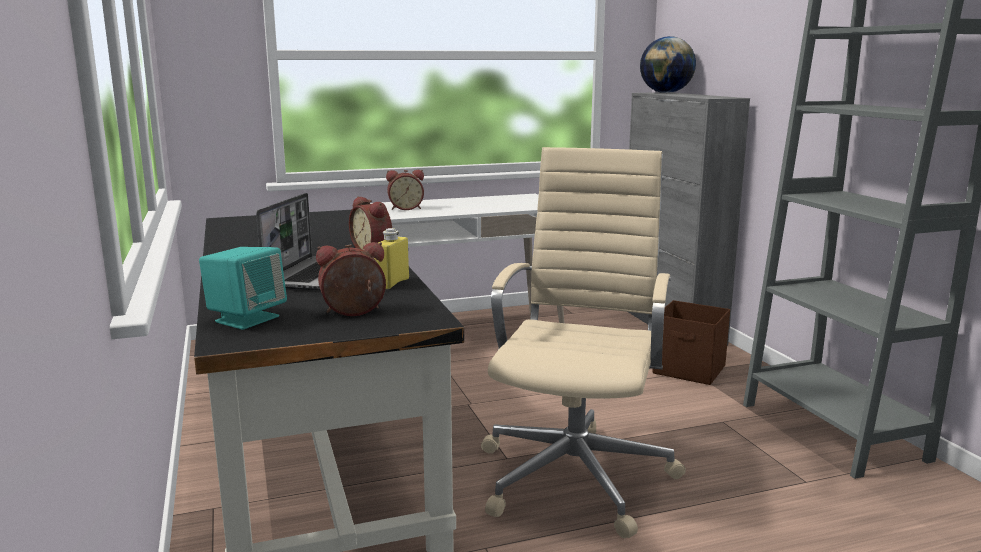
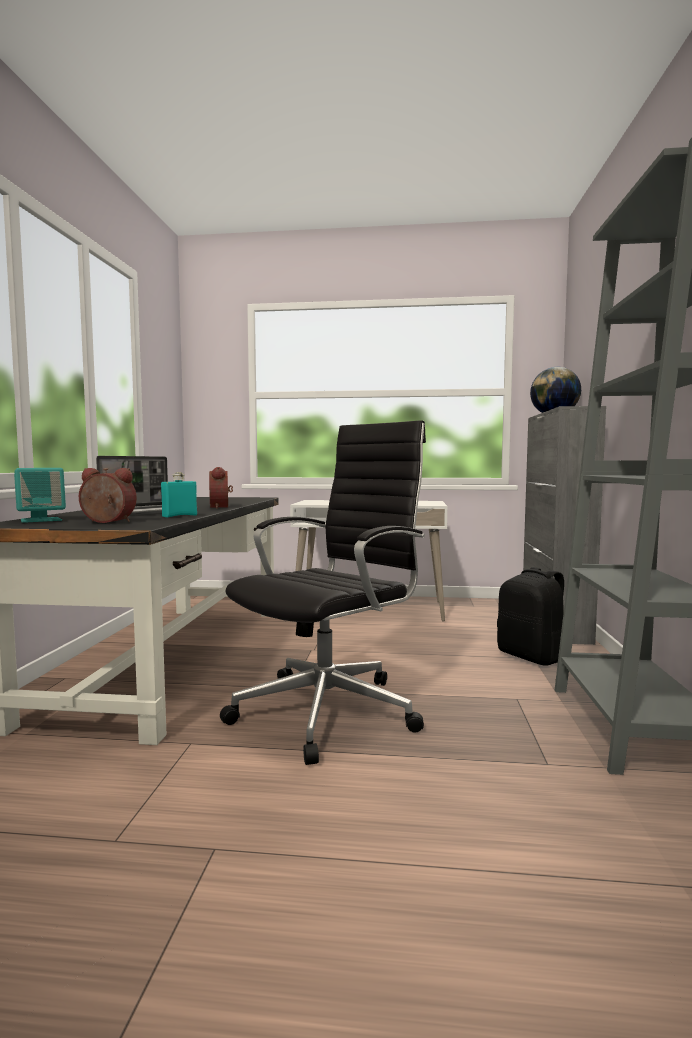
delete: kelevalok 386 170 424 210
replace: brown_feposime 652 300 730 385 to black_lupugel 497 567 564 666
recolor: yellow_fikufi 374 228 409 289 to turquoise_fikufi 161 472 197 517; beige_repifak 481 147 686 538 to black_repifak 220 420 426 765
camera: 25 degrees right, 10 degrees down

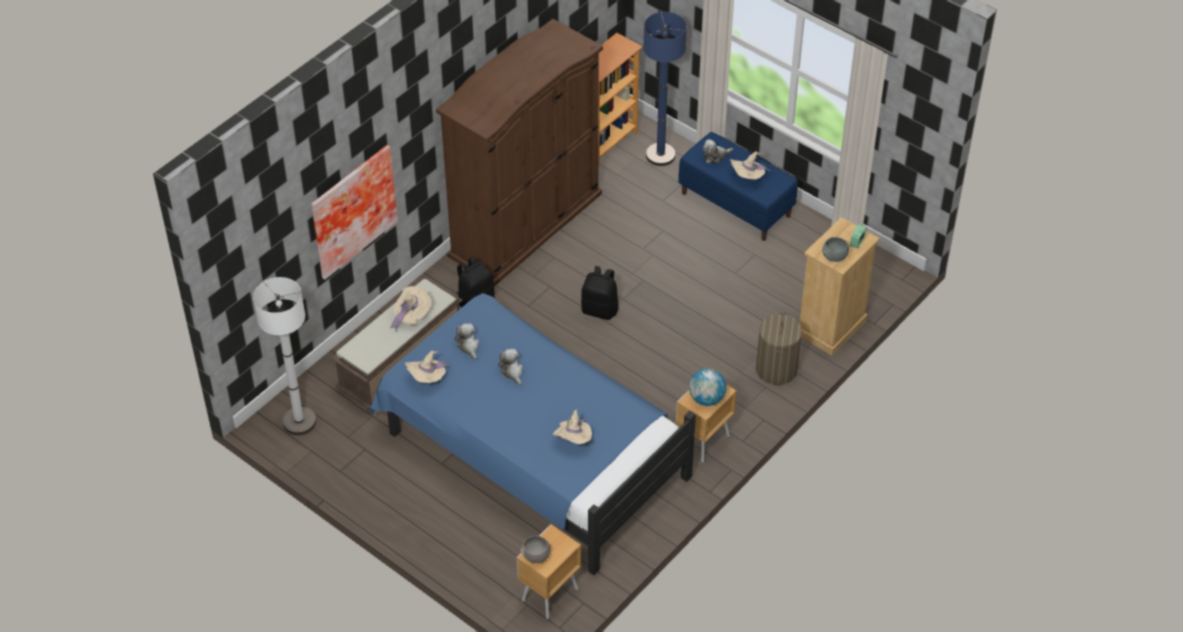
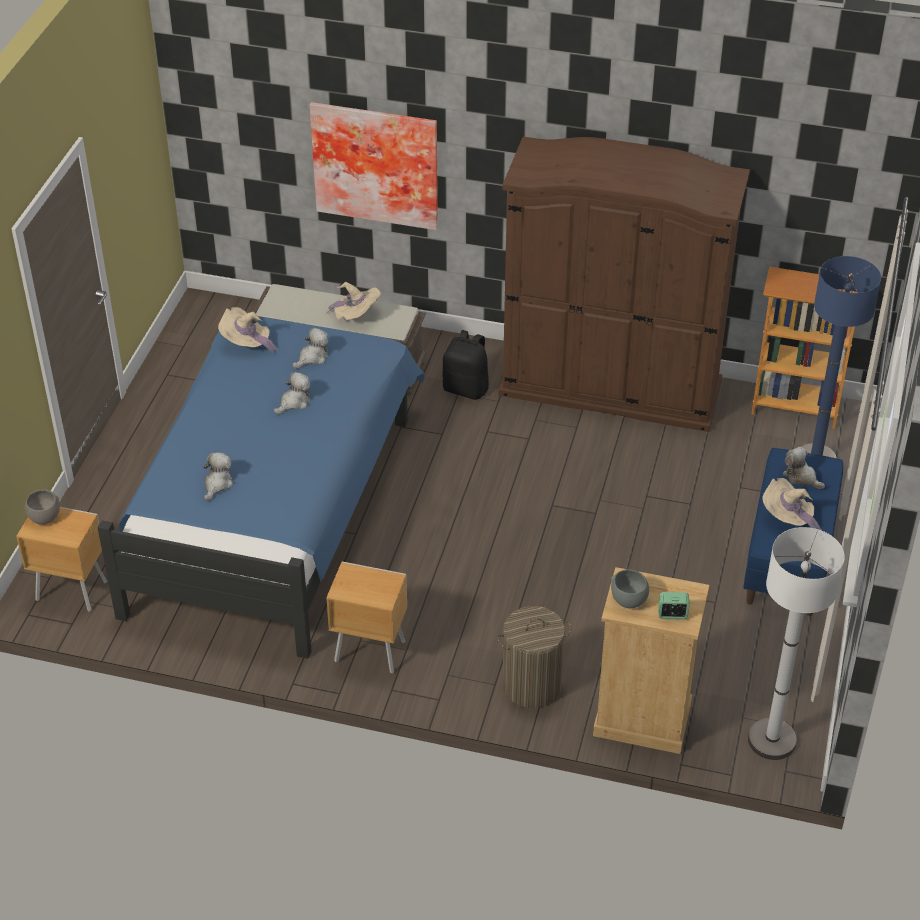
delete: black_lupugel 581 266 618 320; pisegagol 689 369 727 406
move: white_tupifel 253 277 316 435 to 748 527 845 760
replace: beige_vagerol 553 410 592 444 to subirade 203 452 233 501
camera: 65 degrees right, 5 degrees down

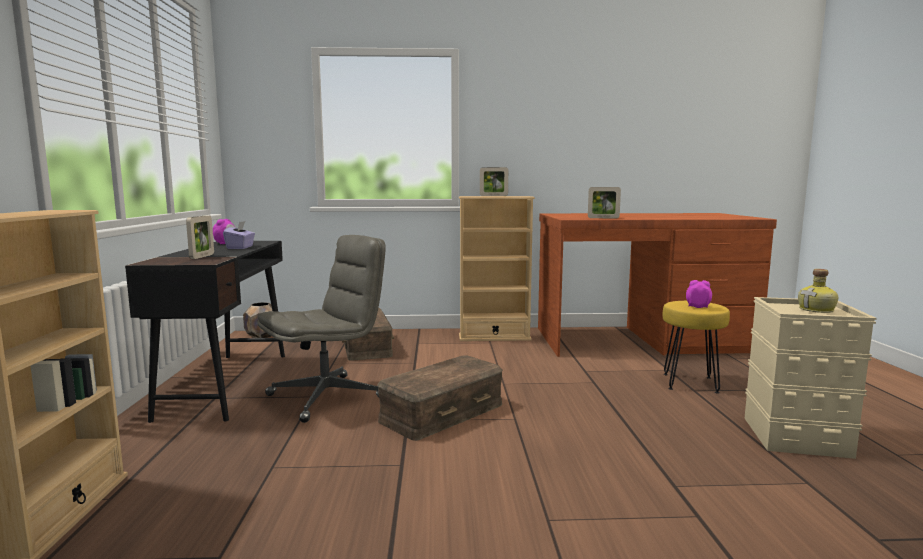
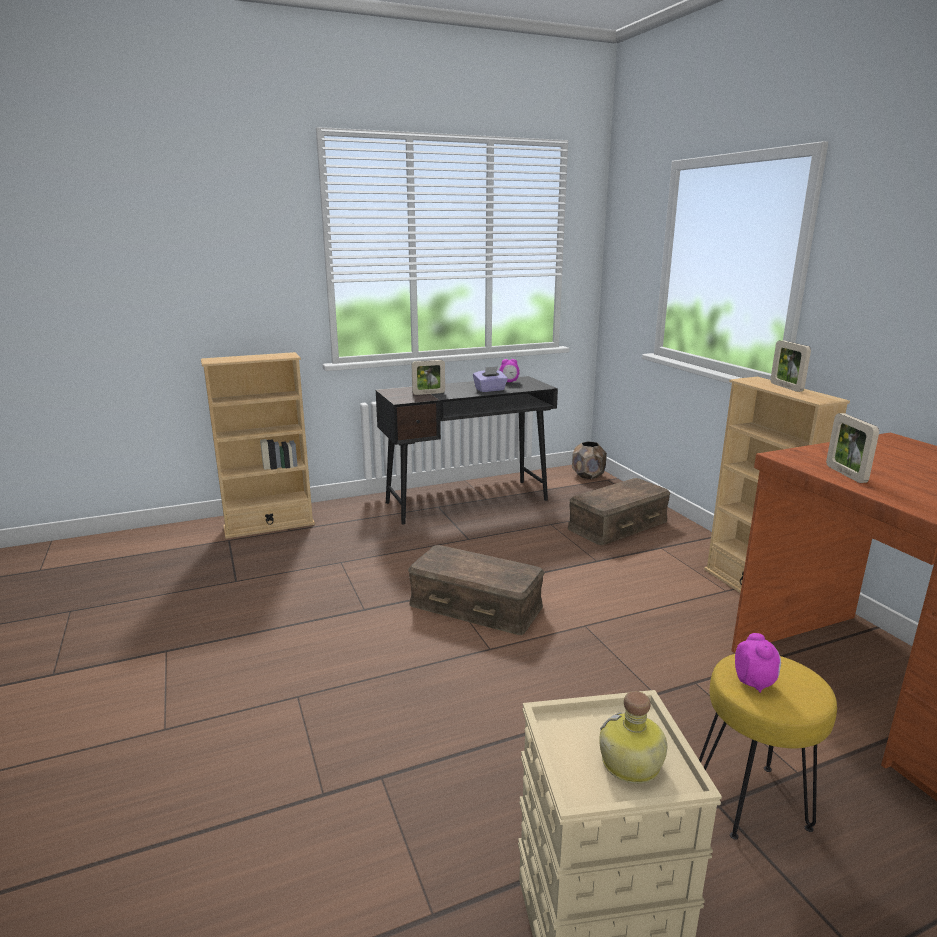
delete: grey_repifak 258 235 385 423
camera: 70 degrees right, 10 degrees up

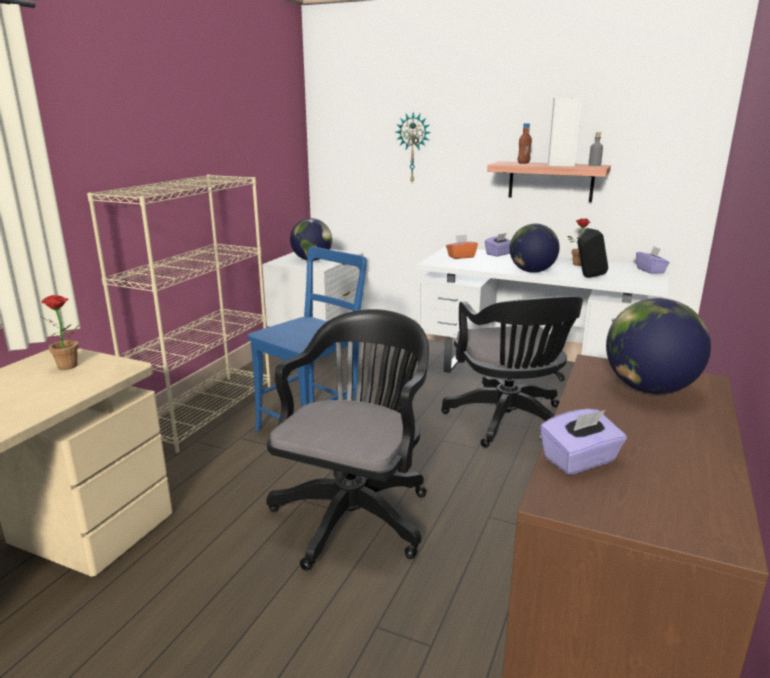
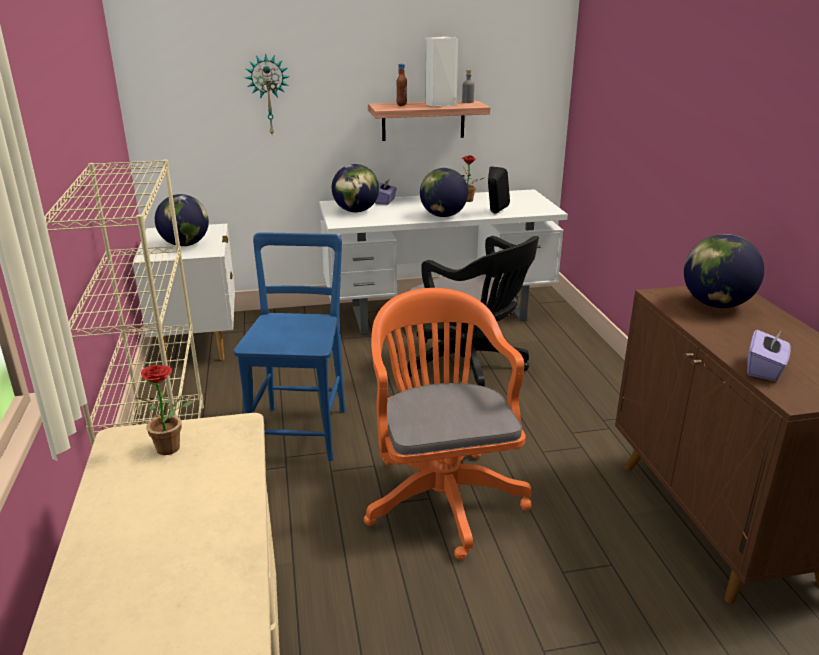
delete: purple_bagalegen 636 247 670 274
replace: orange_bagalegen 446 235 478 259 to pisegagol 332 164 379 212
recolor: black_repifak 266 309 429 571 to orange_repifak 364 288 532 560
camera: 35 degrees left, 5 degrees up

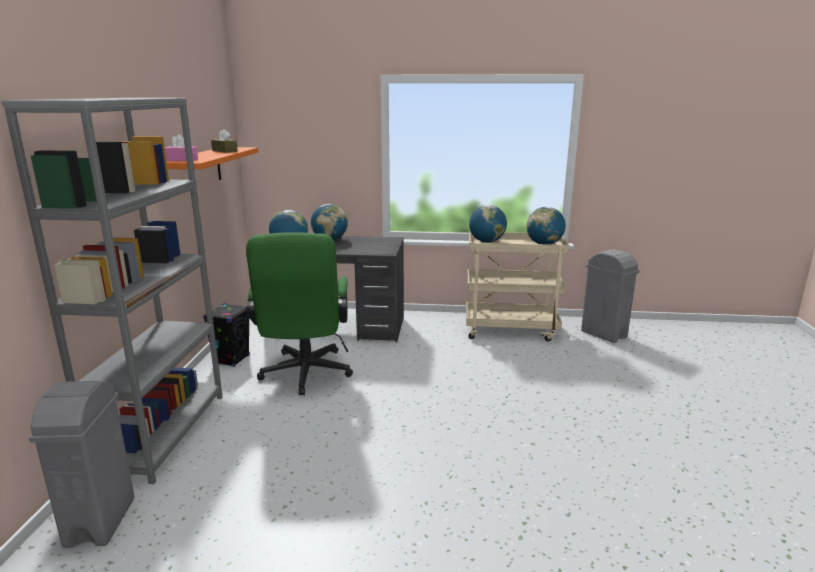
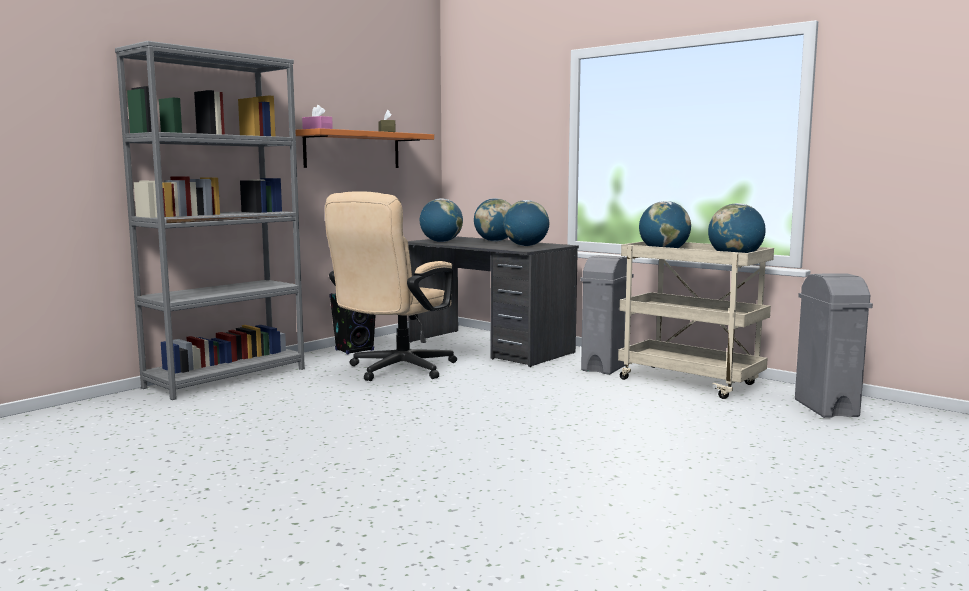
insert: pisegagol 503 200 549 246
move: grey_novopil 29 381 134 548 to 581 255 634 375
recolor: green_repifak 246 232 353 395 to beige_repifak 325 191 457 381
camera: 35 degrees right, 10 degrees down

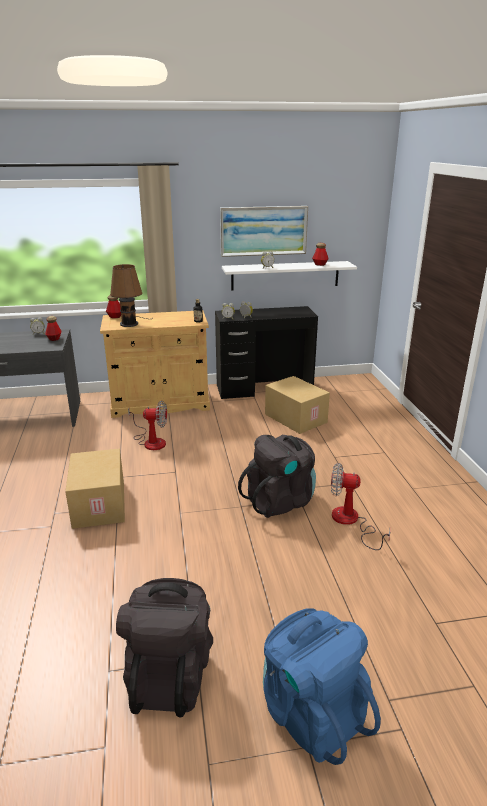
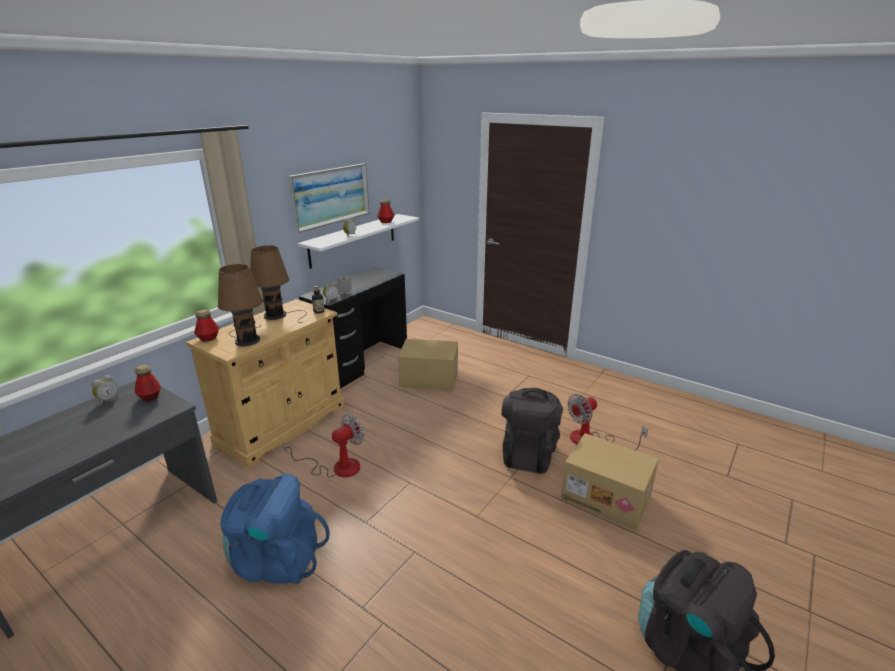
insert: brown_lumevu 250 245 307 322
move: blue_lupugel 263 609 381 765 to 221 474 330 584; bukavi 65 449 125 529 to 561 433 659 530
camera: 45 degrees left, 0 degrees up

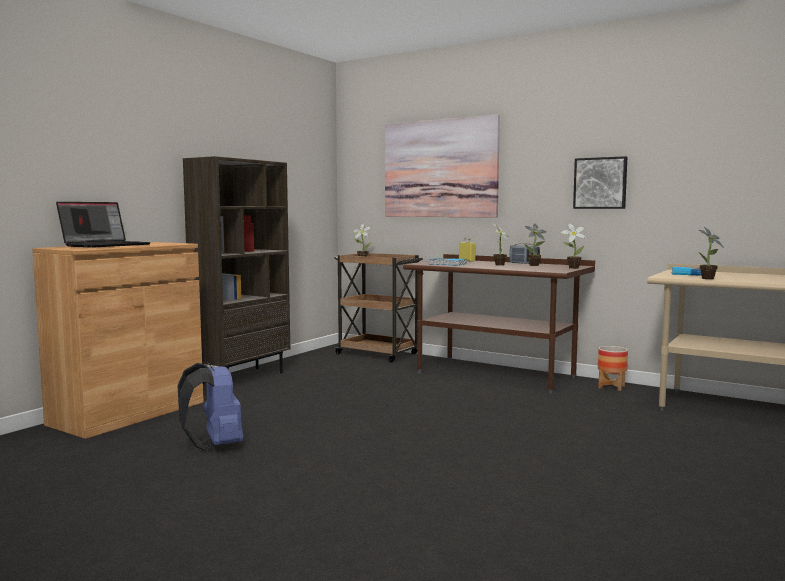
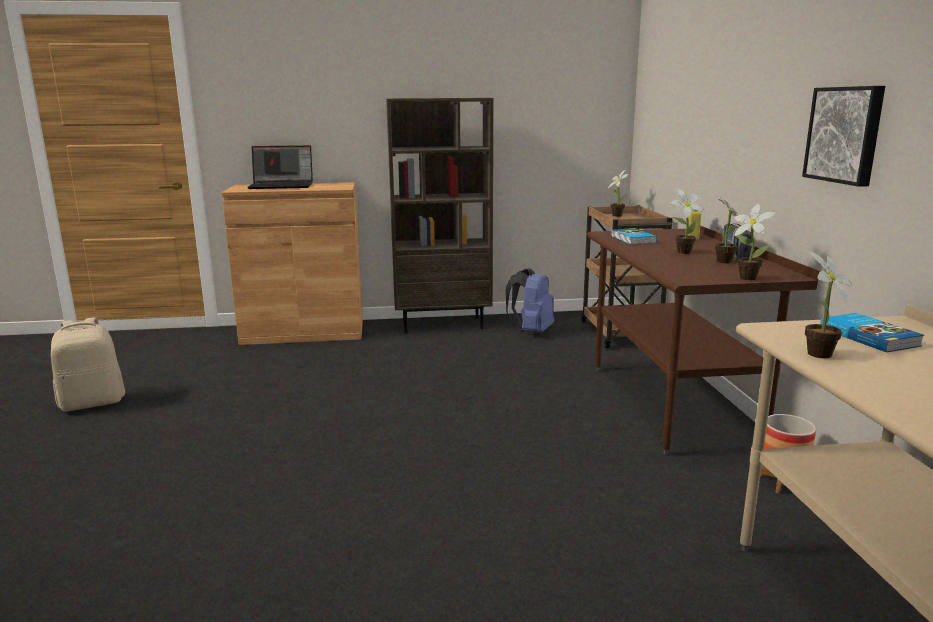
delete: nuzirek 385 115 500 217
insert: beige_lupugel 51 317 125 411
move: blue_lupugel 177 362 243 451 to 506 268 554 333
camera: 50 degrees right, 10 degrees up

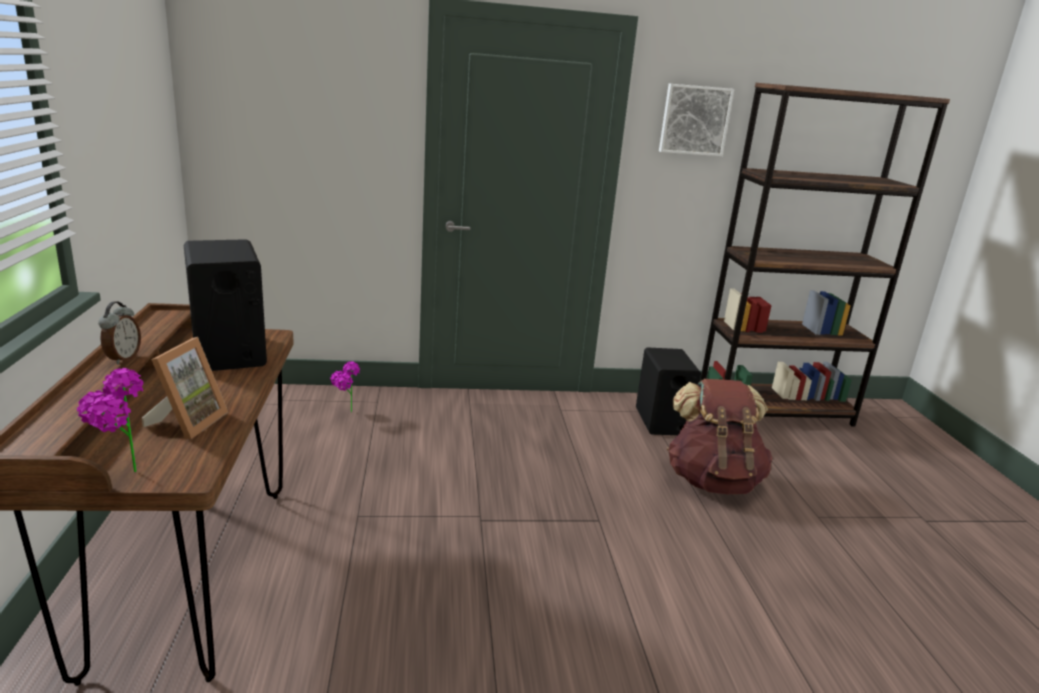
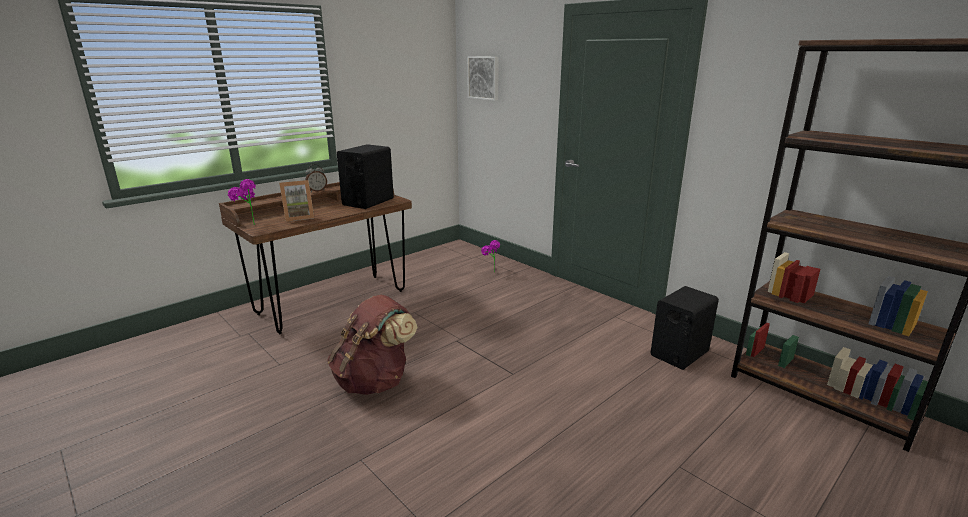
move: brown_lupugel 667 379 773 494 to 327 295 418 395; nuzirek 659 84 734 156 to 467 56 499 101
camera: 55 degrees right, 0 degrees up

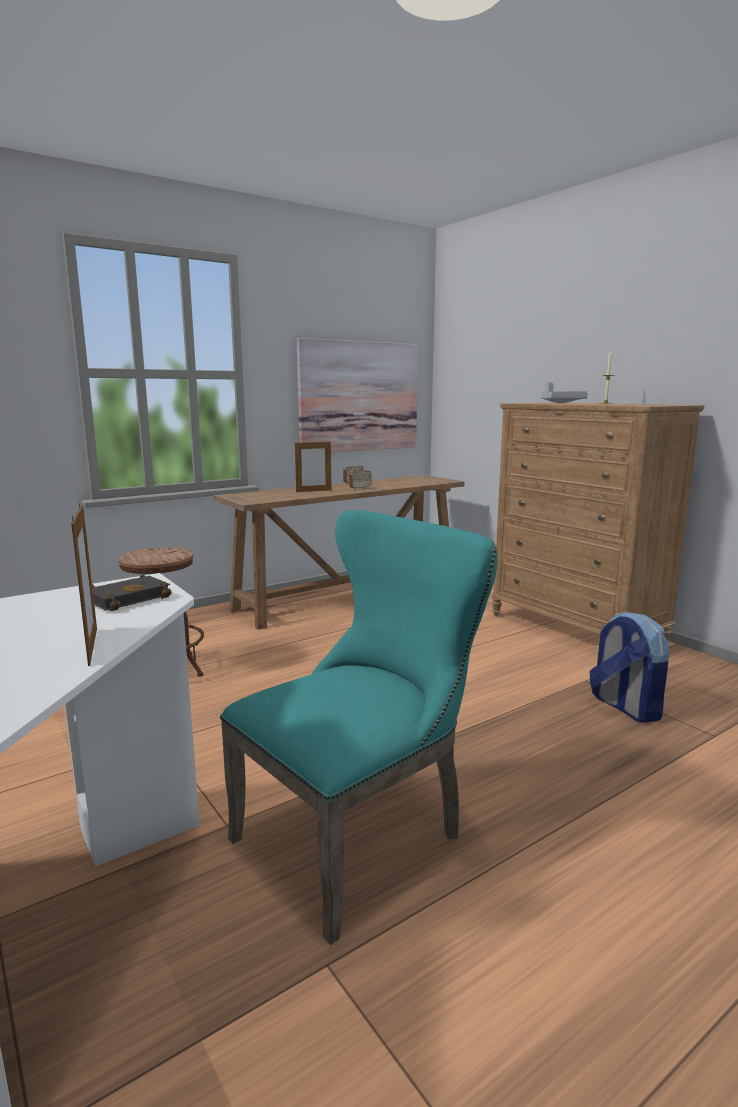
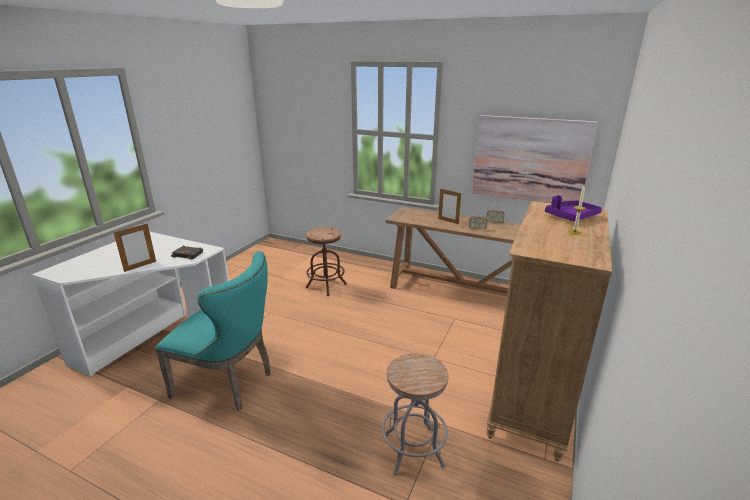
replace: lupugel 590 611 670 723 to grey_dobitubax 382 354 449 475
recolor: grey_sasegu 541 382 588 403 to purple_sasegu 545 195 602 221
camera: 60 degrees right, 10 degrees up

